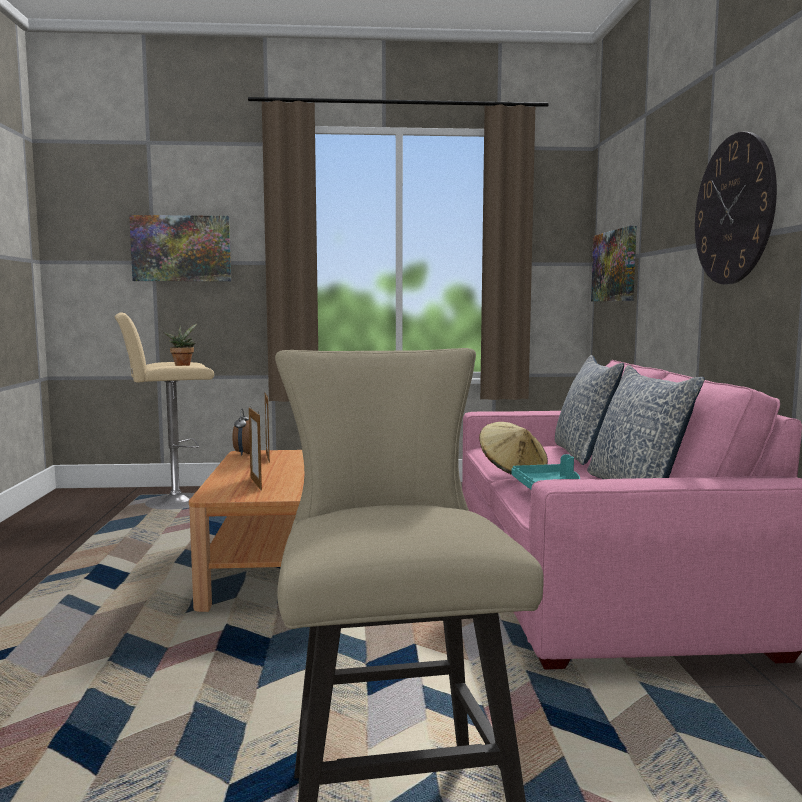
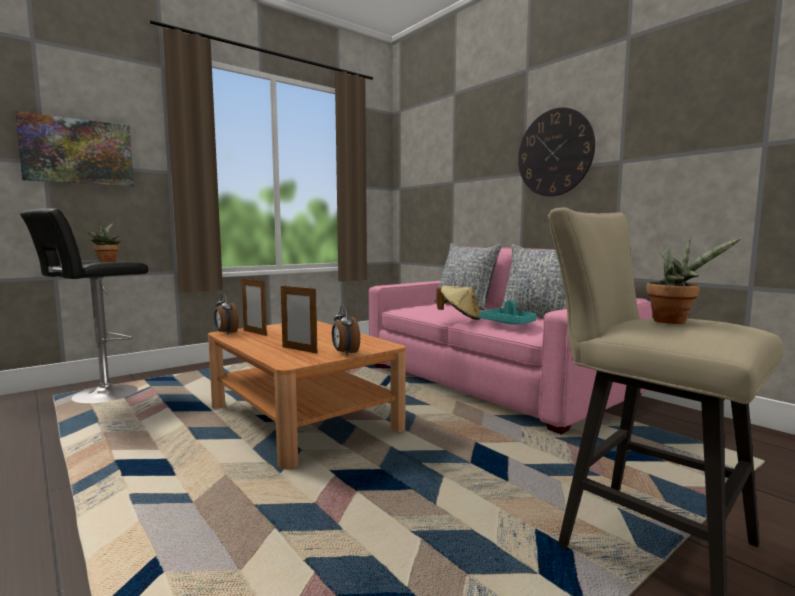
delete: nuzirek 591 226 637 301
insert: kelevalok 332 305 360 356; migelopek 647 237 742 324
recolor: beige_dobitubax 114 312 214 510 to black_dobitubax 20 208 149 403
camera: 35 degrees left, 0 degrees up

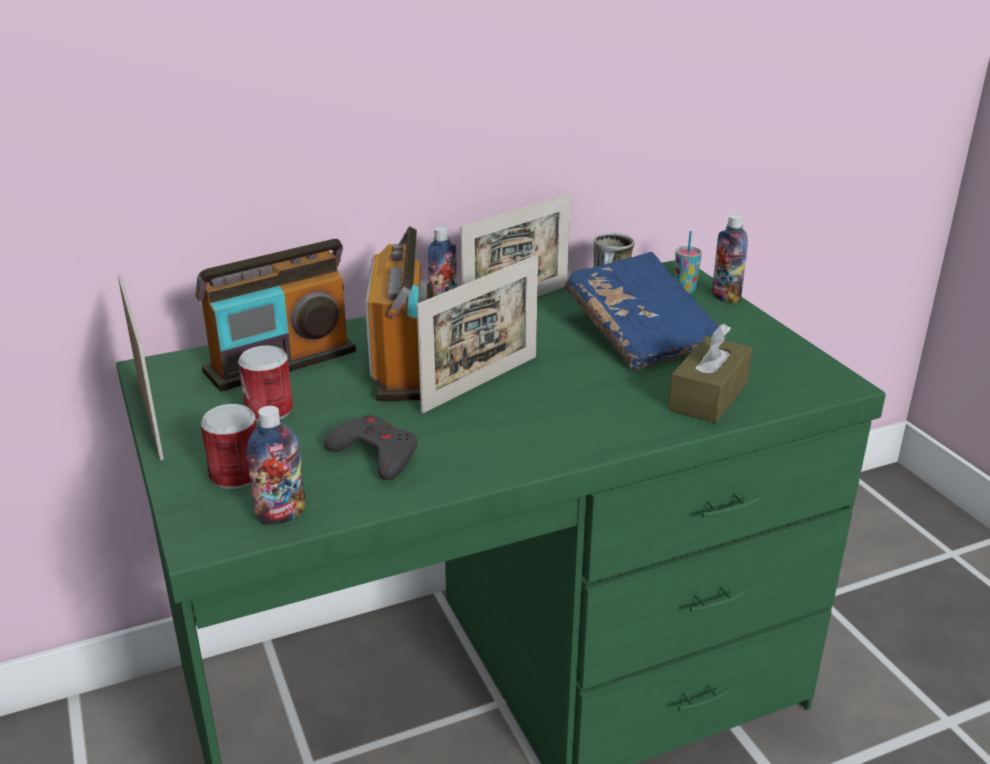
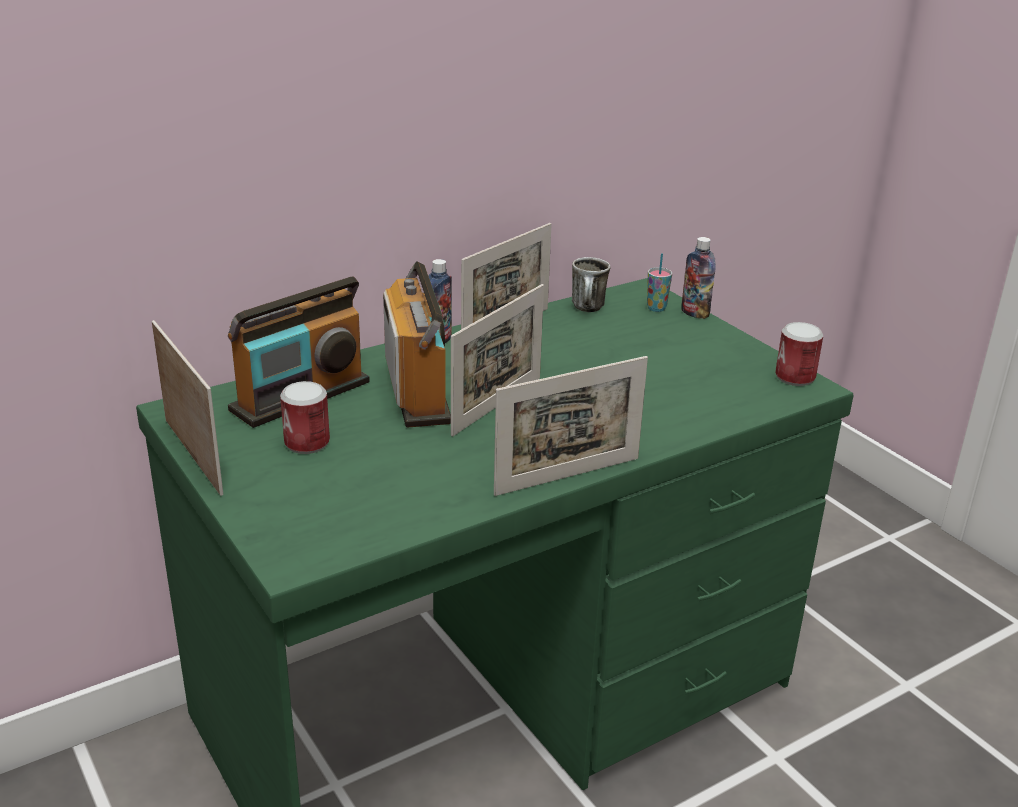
delete: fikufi 246 406 305 525; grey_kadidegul 324 414 417 480; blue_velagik 564 252 727 371; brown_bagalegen 668 324 753 423
insert: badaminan 494 356 648 496
move: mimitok 201 404 257 489 to 776 322 823 386
camera: 10 degrees left, 0 degrees up

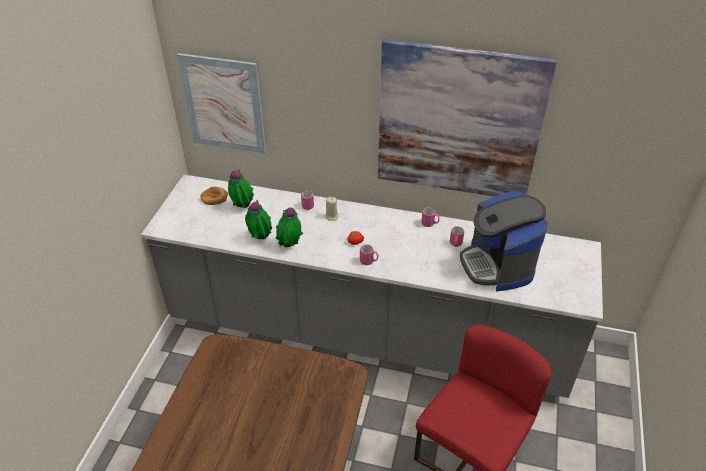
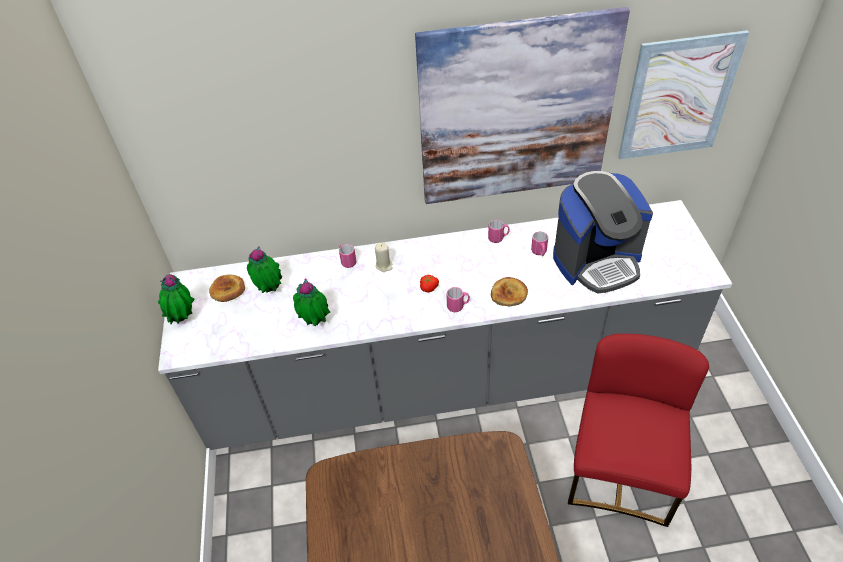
insert: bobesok 491 277 528 306
move: migelopek 276 207 303 247 to 158 274 195 324; nuzirek 177 53 266 153 to 618 30 749 159
rotate: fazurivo 460 191 548 291 = 553 171 653 294 75 degrees counterclockwise
camera: 20 degrees left, 5 degrees up

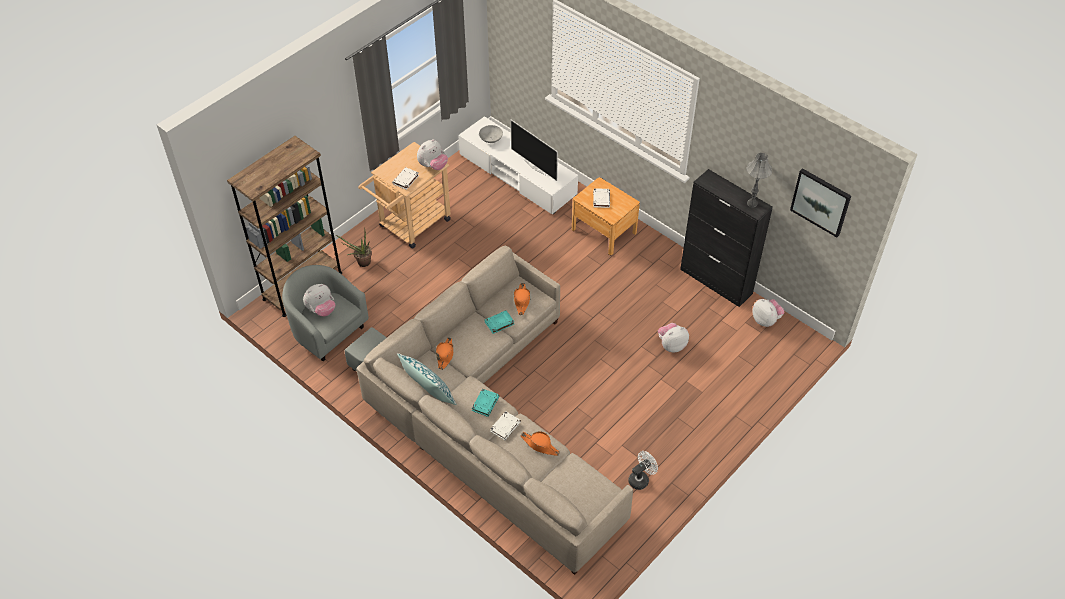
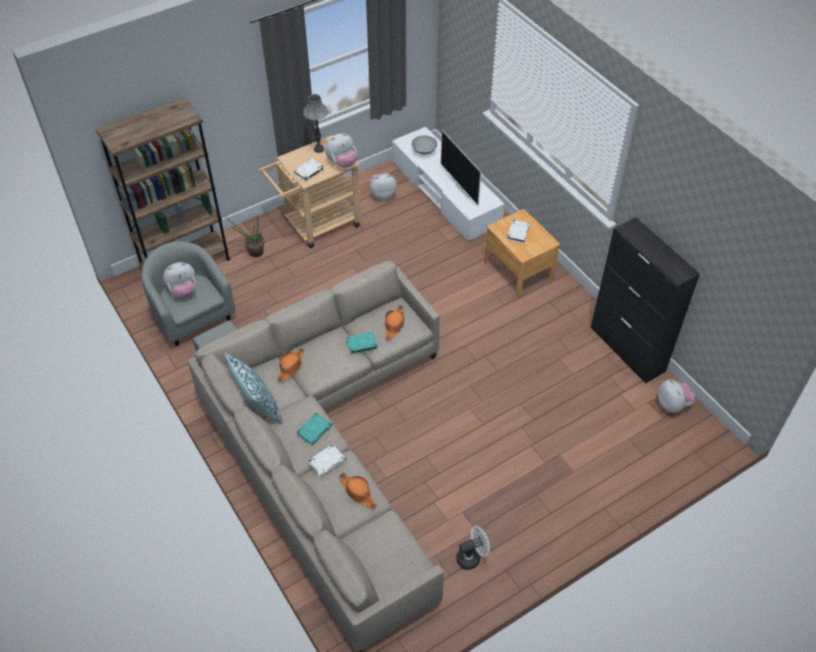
delete: nuzirek 790 168 851 237
move: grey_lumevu 746 152 772 207 to 303 94 329 153; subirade 658 323 689 352 to 370 173 397 200
camera: 15 degrees right, 0 degrees up

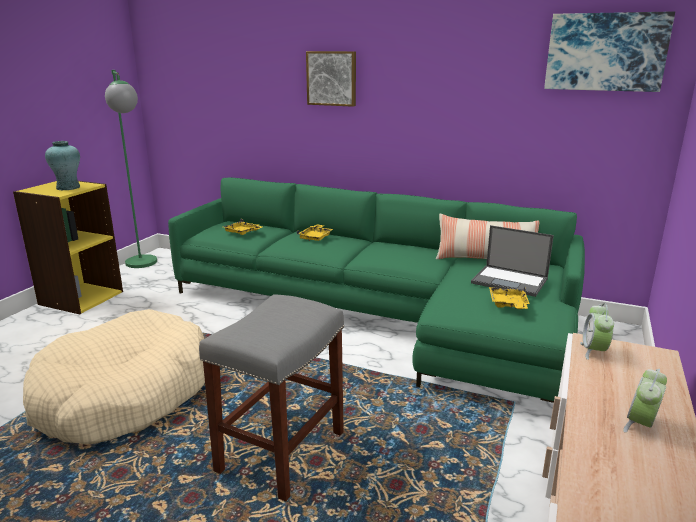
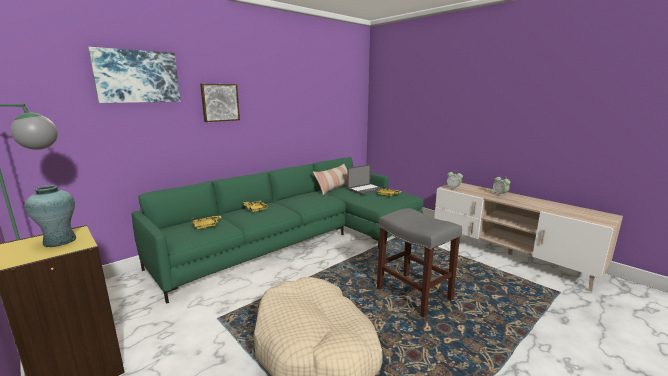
move: nuzirek 544 11 675 92 to 88 47 180 103
camera: 65 degrees left, 5 degrees down

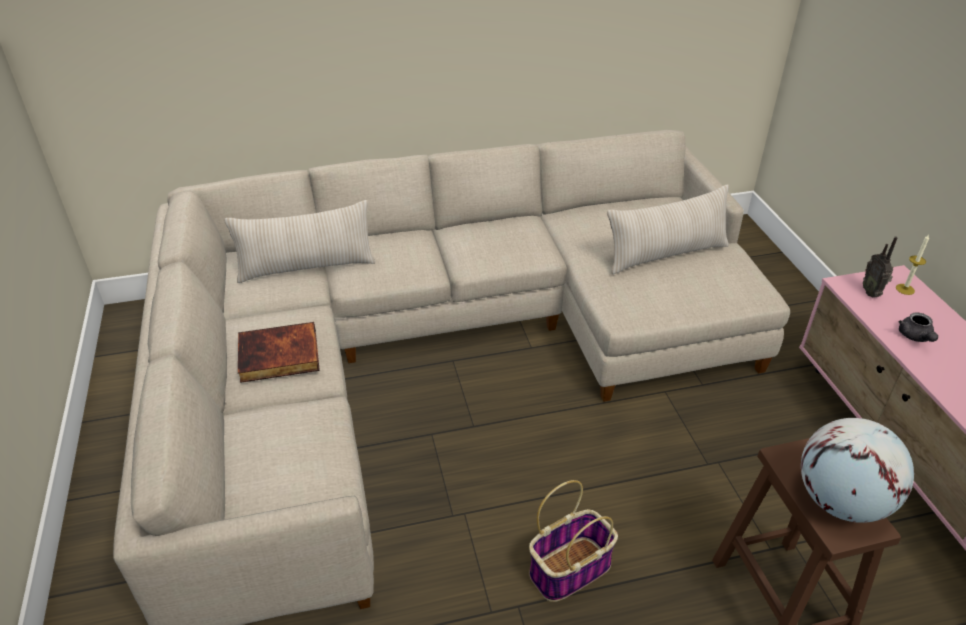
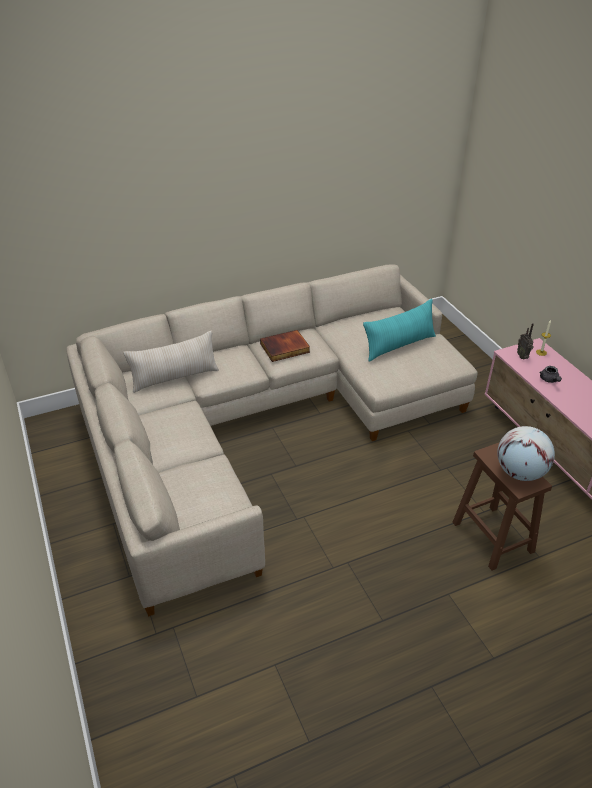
delete: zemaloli 529 480 618 602
move: velagik 238 322 320 383 to 260 330 310 362
recolor: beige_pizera 607 185 729 274 to turquoise_pizera 363 299 436 361
camera: 10 degrees left, 0 degrees up

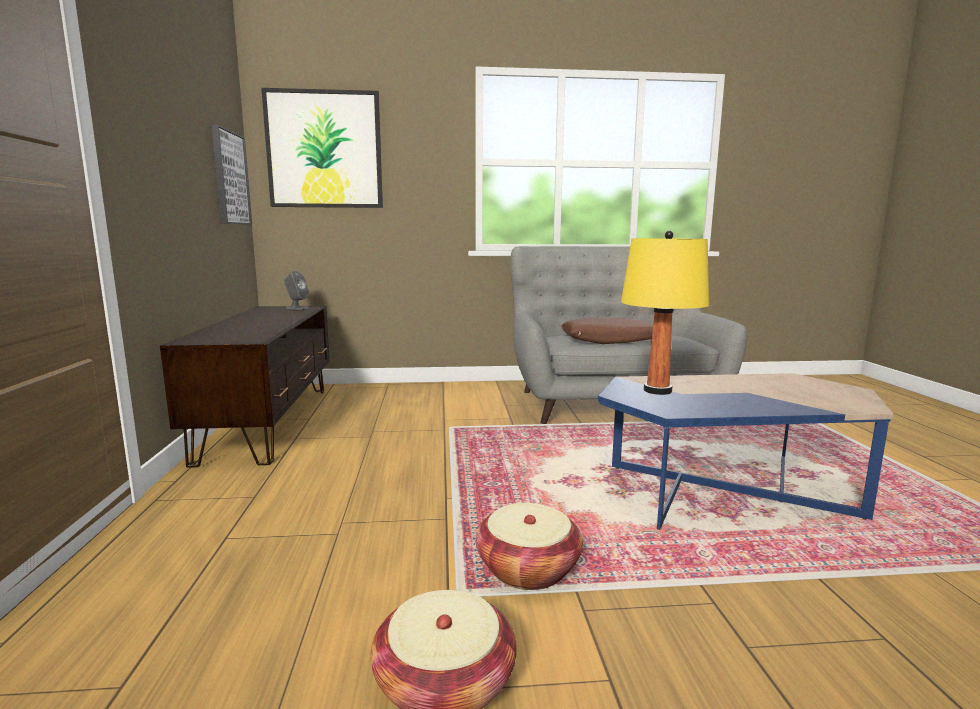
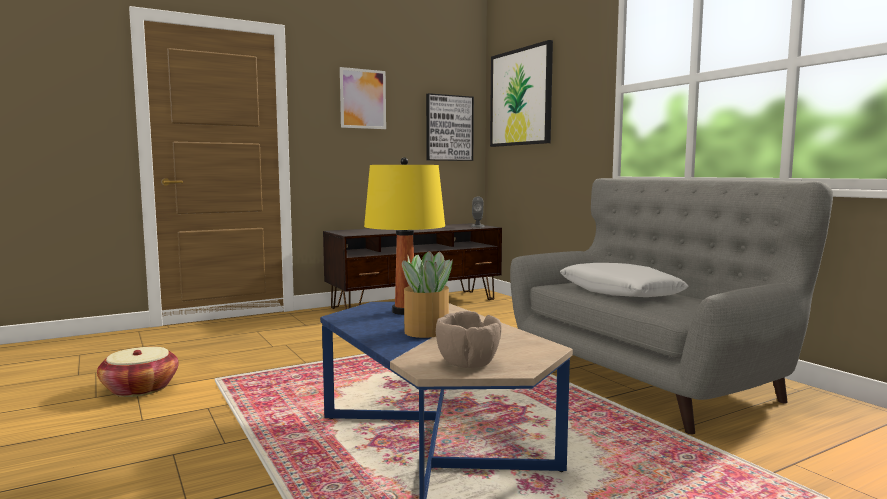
delete: zemaloli 476 503 583 590
insert: nuzirek 340 67 386 129; migelopek 402 251 453 338; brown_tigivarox 436 311 502 368
recolor: brown_pizera 561 317 653 344 to white_pizera 560 263 688 297
camera: 65 degrees right, 5 degrees down

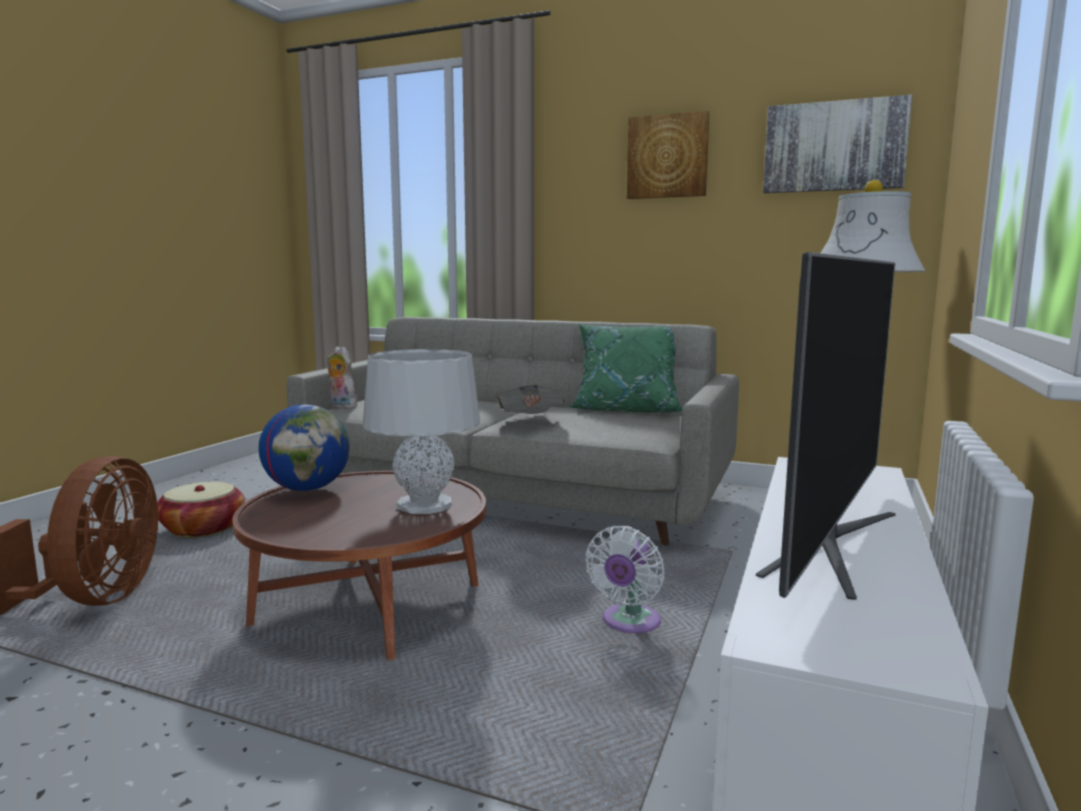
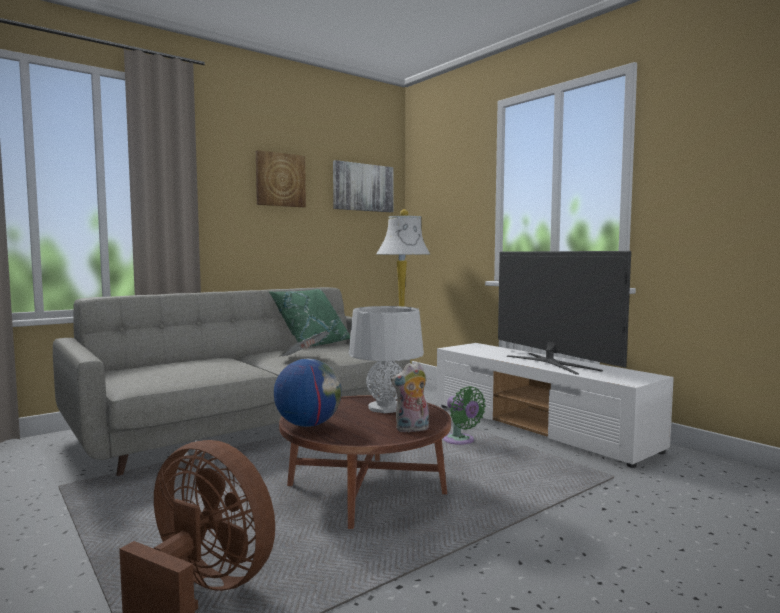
delete: zemaloli 157 482 245 538
move: subirade 327 346 357 409 to 391 362 429 433
recolor: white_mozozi 585 526 665 633 to green_mozozi 443 386 486 445
camera: 60 degrees left, 5 degrees down

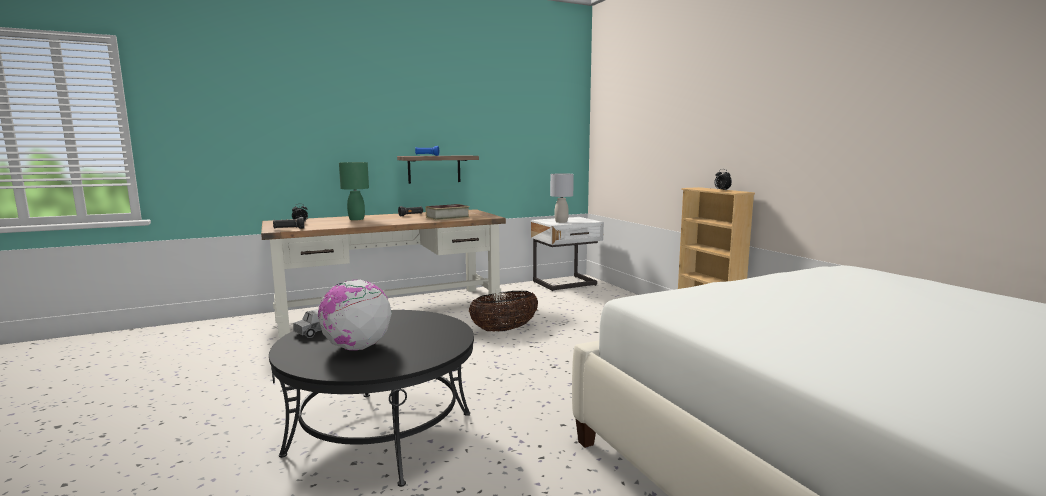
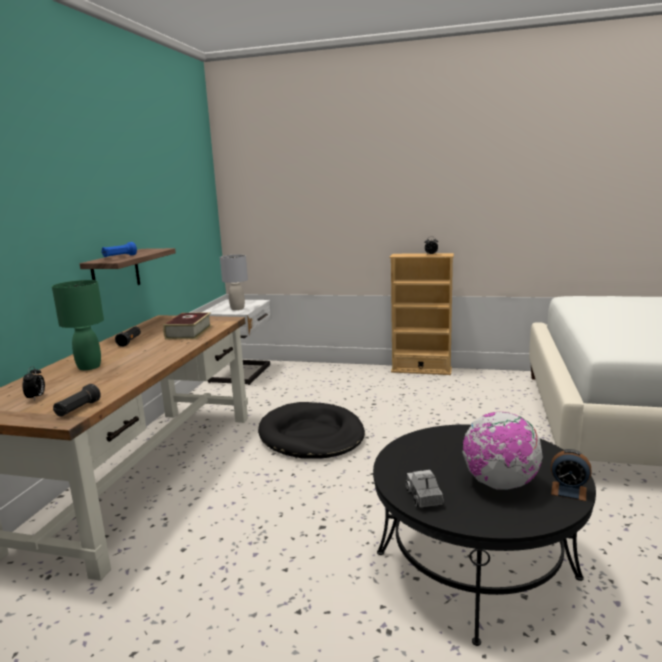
insert: kelevalok 551 449 591 501
replace: zemaloli 469 291 538 332 to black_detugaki 258 402 365 459
camera: 50 degrees left, 5 degrees up

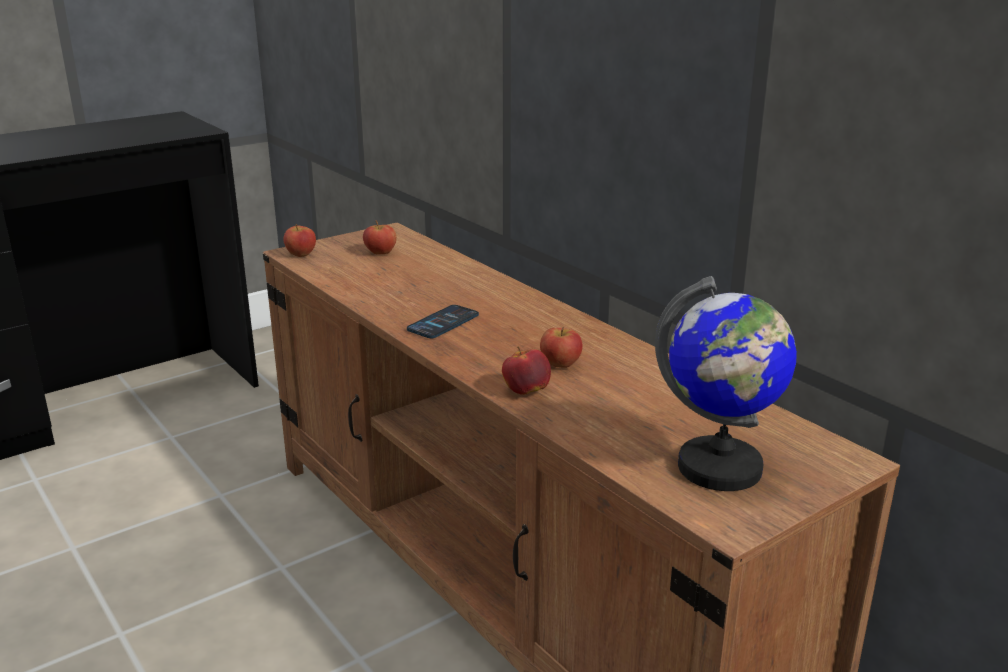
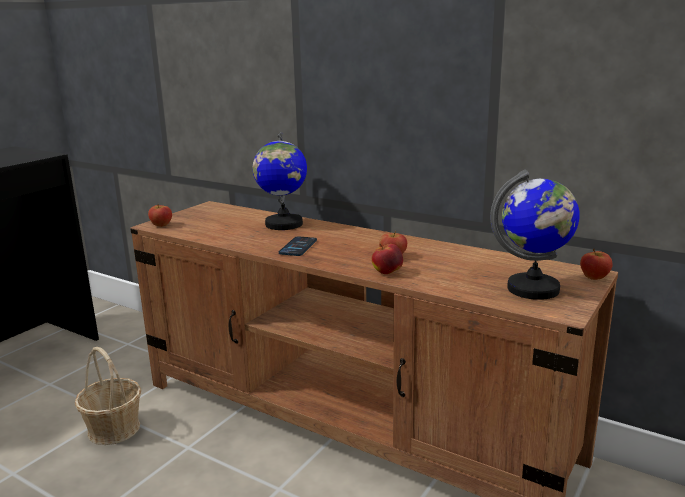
insert: zemaloli 75 347 142 445; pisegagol 253 132 307 230
move: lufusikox 363 220 397 254 to 580 249 613 280
camera: 20 degrees left, 5 degrees down

